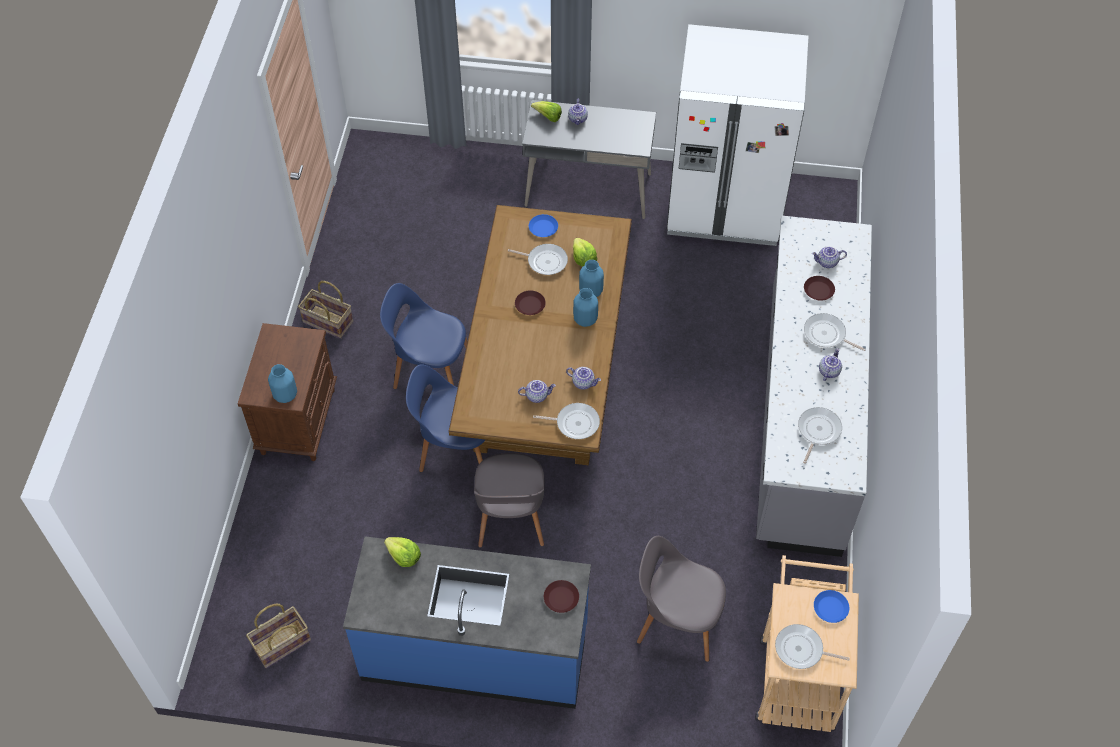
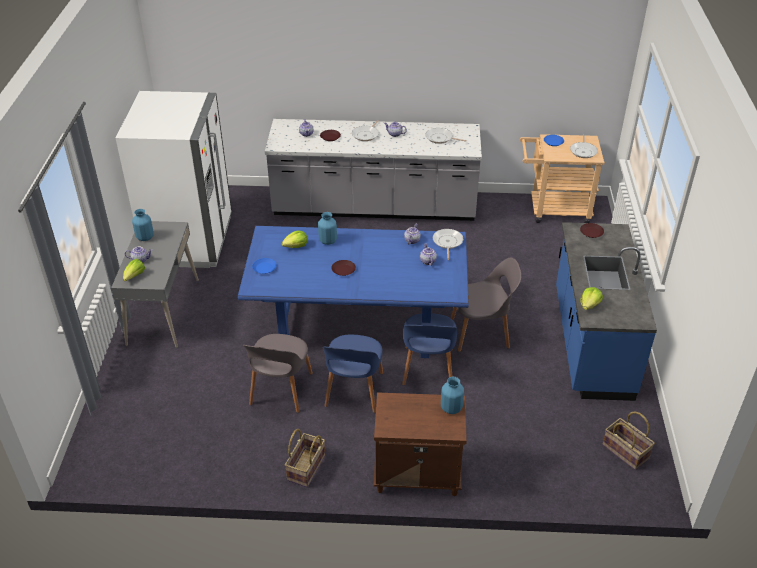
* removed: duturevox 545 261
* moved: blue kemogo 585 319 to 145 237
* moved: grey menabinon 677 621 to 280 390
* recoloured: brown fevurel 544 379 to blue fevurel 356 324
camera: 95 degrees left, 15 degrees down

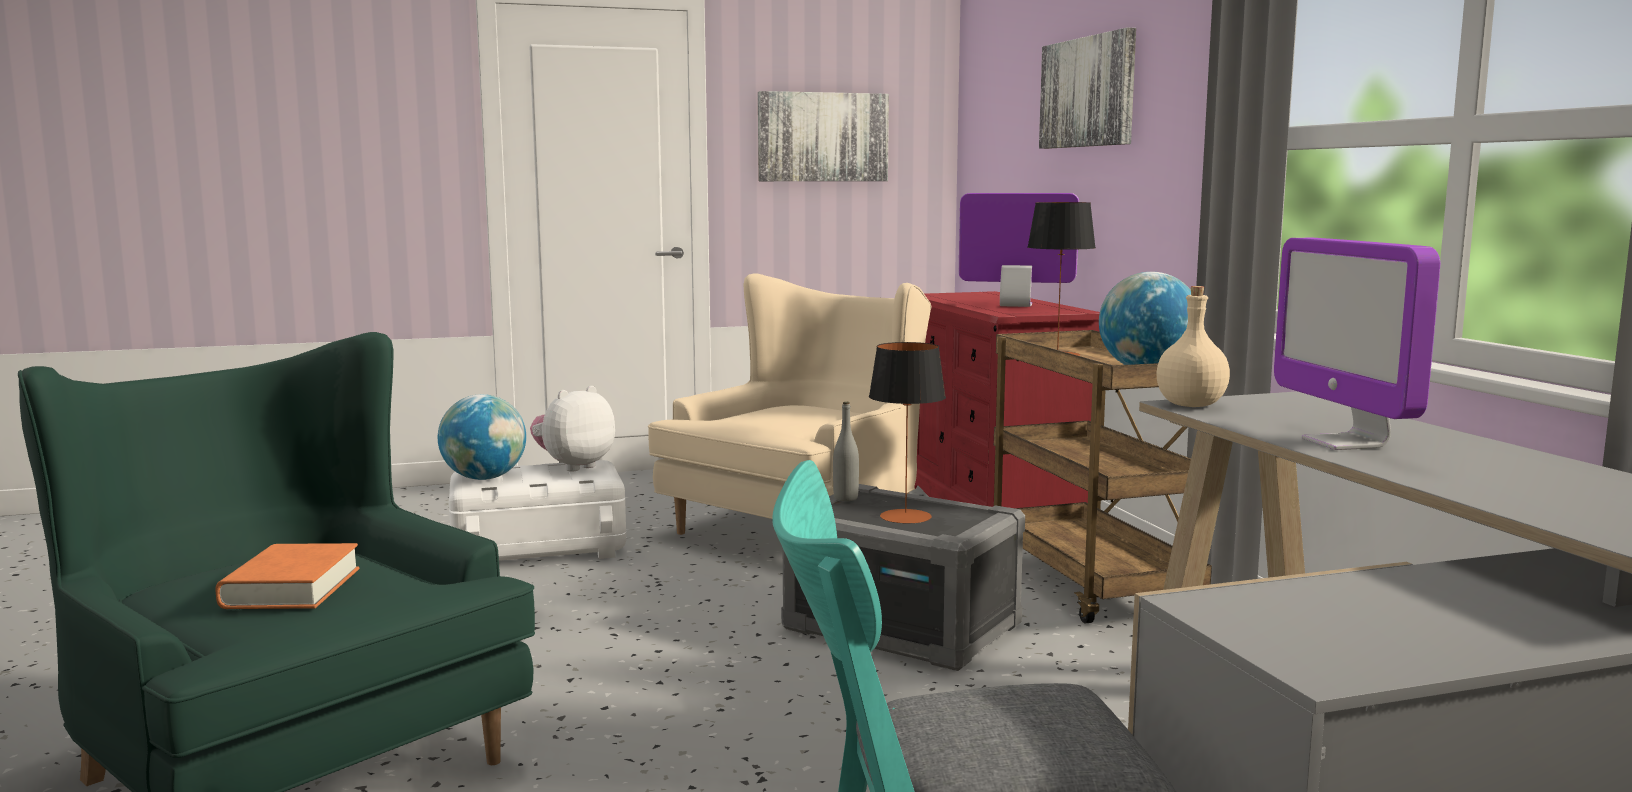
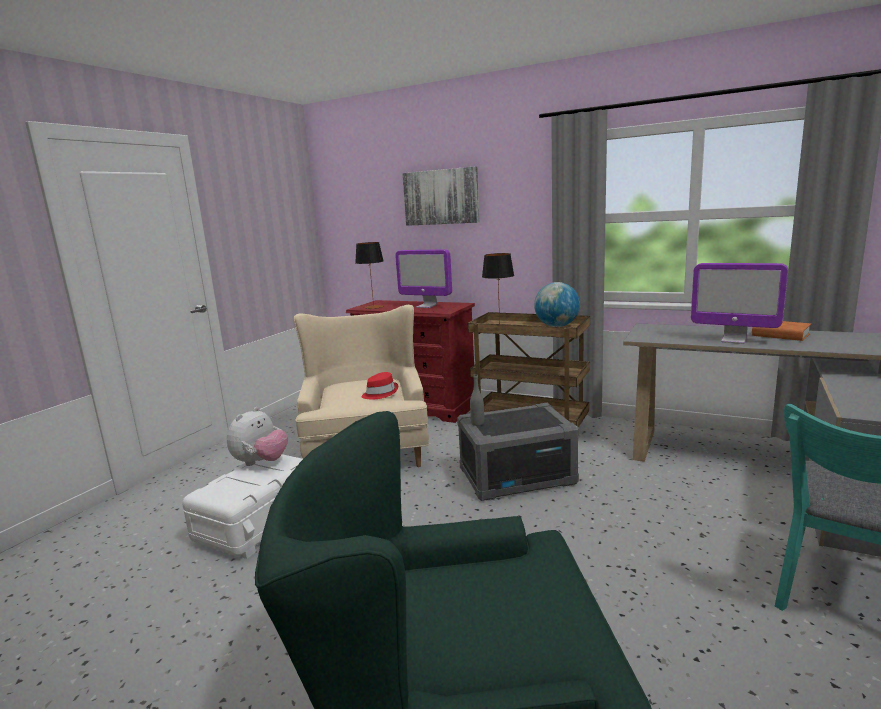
* removed: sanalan 484 478
* removed: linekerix 822 137
* removed: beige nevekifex 1189 405
* added: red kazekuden 380 393
* moved: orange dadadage 291 588 to 780 335
* moved: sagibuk 905 516 to 373 307
* turned: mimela 573 466 = 261 462 150 degrees counterclockwise
* turned: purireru 1016 305 = 426 306 120 degrees counterclockwise
camera: 45 degrees left, 5 degrees up

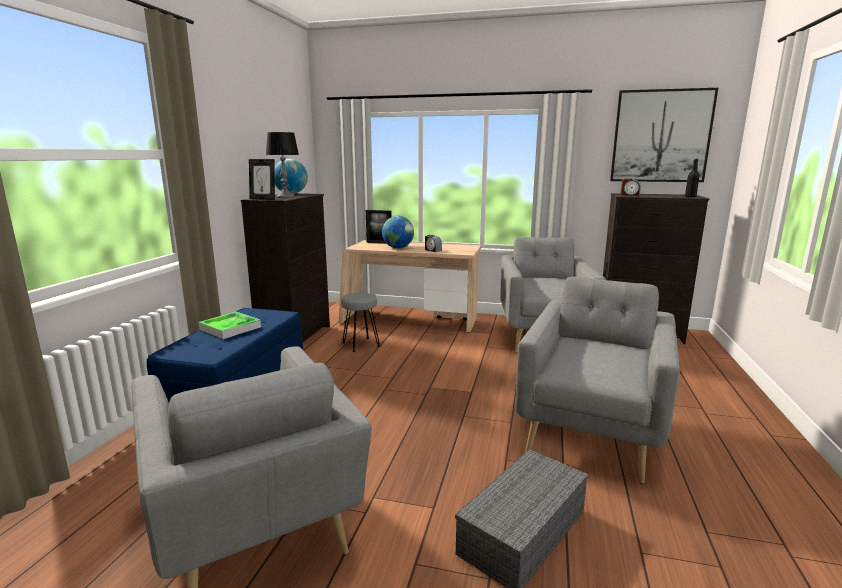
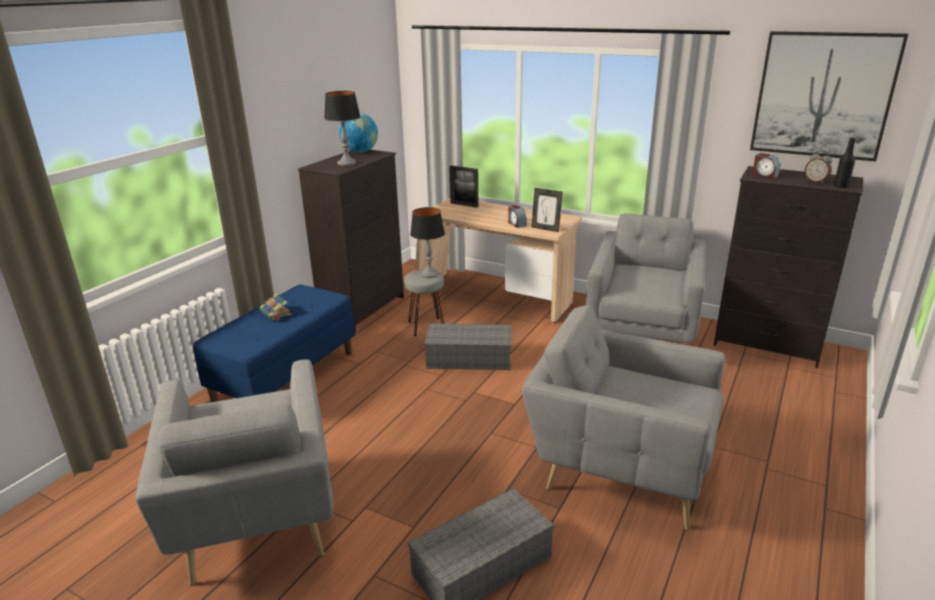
* removed: sanalan 398 248
* added: sagibuk 429 274
* added: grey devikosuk 468 359
* added: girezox 815 181
* moved: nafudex 263 199 to 546 229
* replaced: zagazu 230 328 to dadadage 276 313
* turned: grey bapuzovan 592 430 = 618 469 105 degrees counterclockwise
camera: 15 degrees right, 10 degrees up

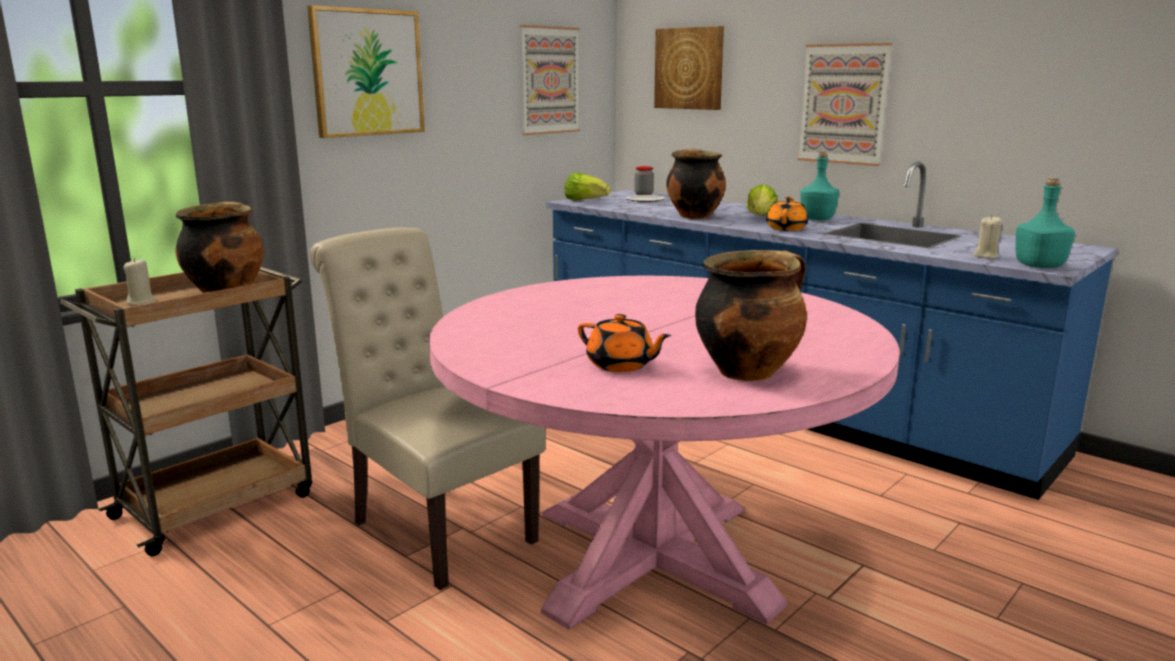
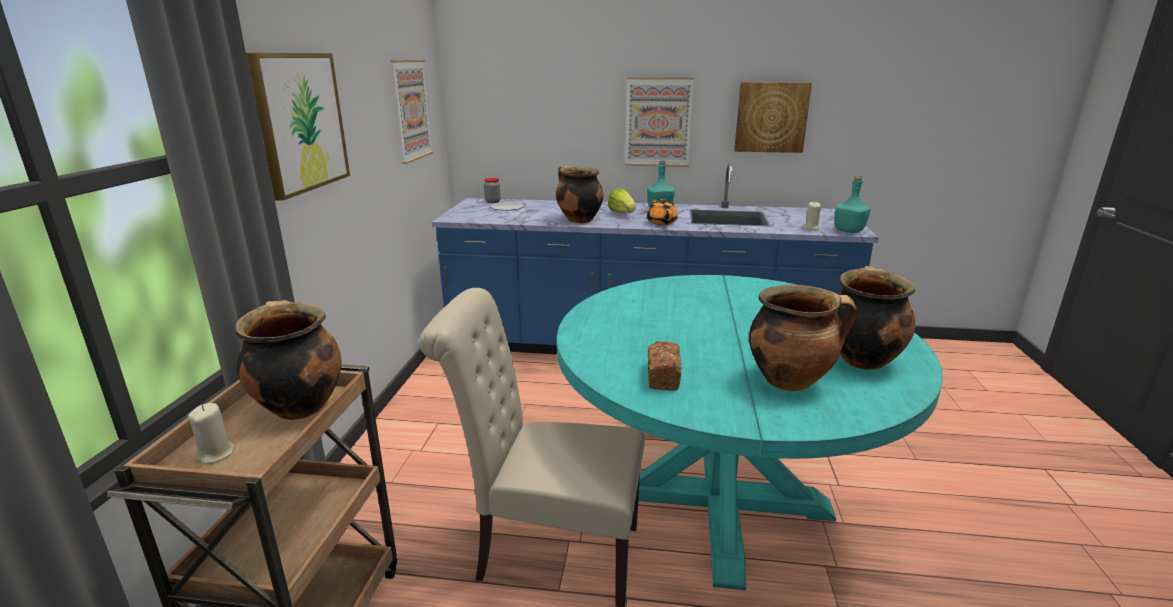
* removed: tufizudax 585 201
* added: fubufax 662 376
* moved: linekerix 689 68 to 771 117
* replaced: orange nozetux 621 365 to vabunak 790 380
* recoloured: pink fevurel 653 556 to turquoise fevurel 720 501
camera: 35 degrees left, 5 degrees up

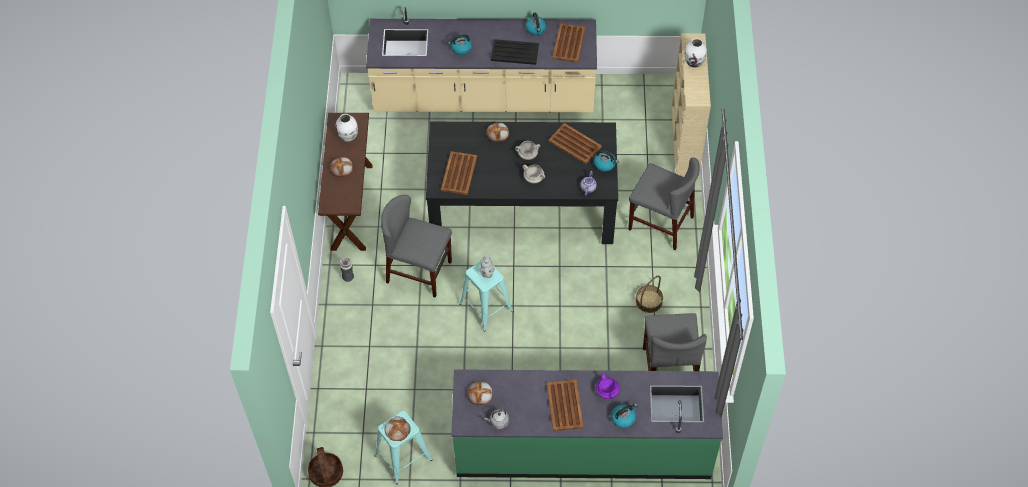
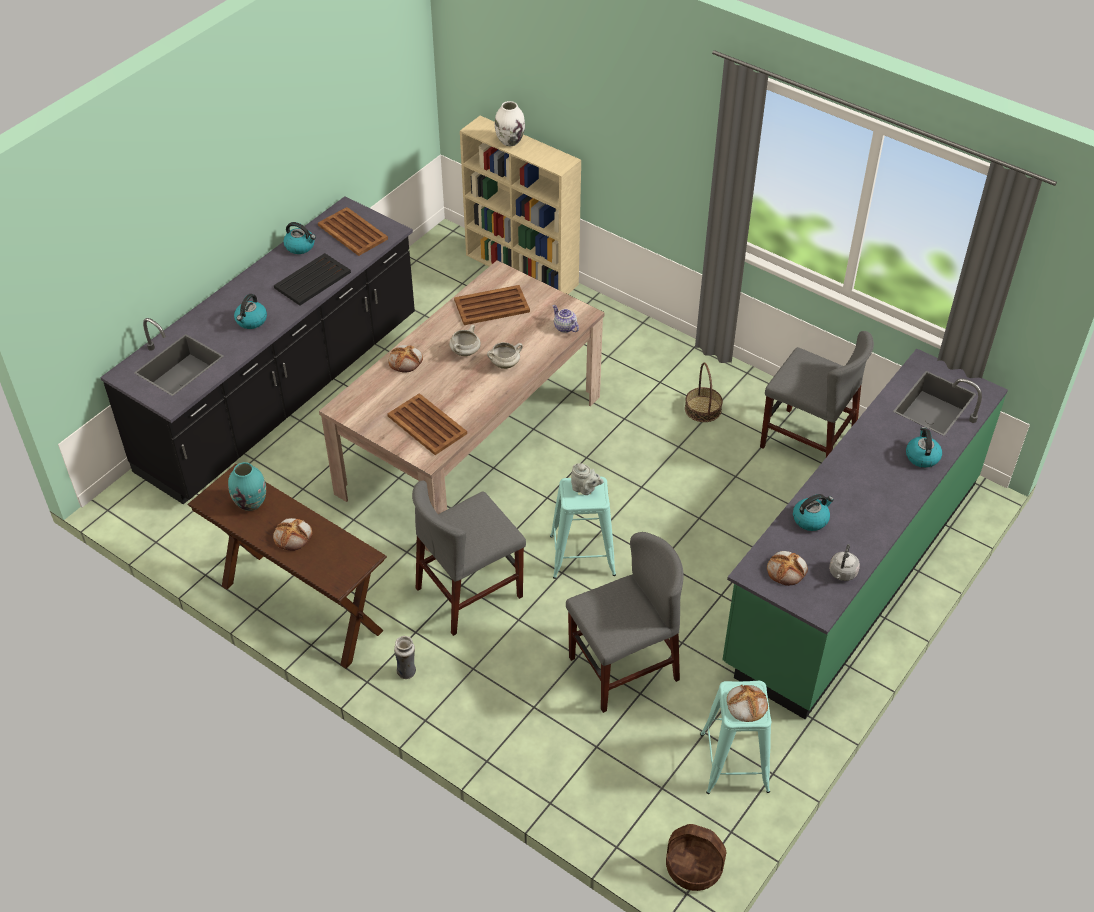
* removed: brown zagazu 565 405
* removed: purple vabunak 607 392
* moved: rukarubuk 605 164 to 810 519
* moved: grey menabinon 660 223 to 623 668
* recoloured: white kemogo 348 137 to turquoise kemogo 251 503
* recoloured: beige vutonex 484 98 to black vutonex 282 394
* recoloured: black fevurel 522 206 to beige fevurel 471 444
camera: 55 degrees left, 10 degrees down

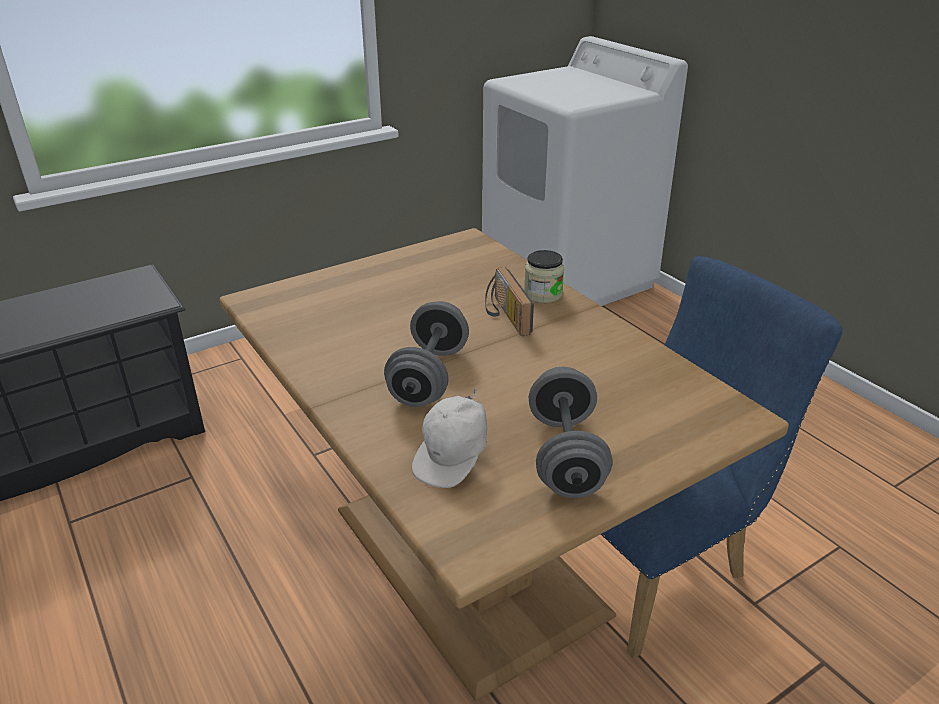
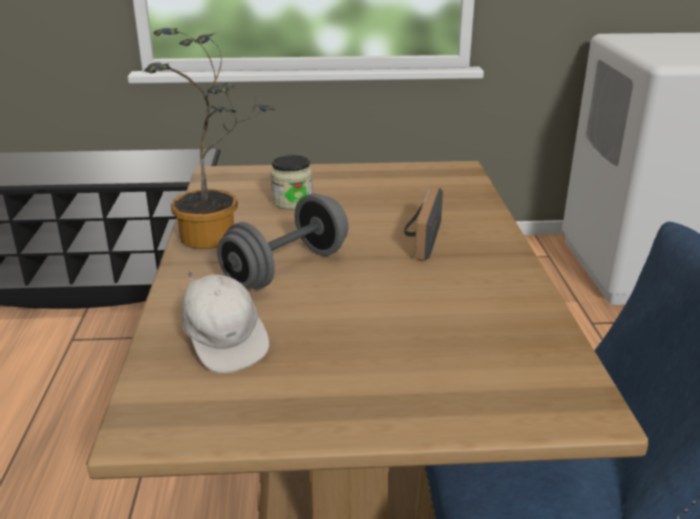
* removed: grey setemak 565 456
* added: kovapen 216 237
* moved: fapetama 543 294 to 292 201
* turned: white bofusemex 453 459 = 225 342 90 degrees counterclockwise
camera: 30 degrees right, 5 degrees down

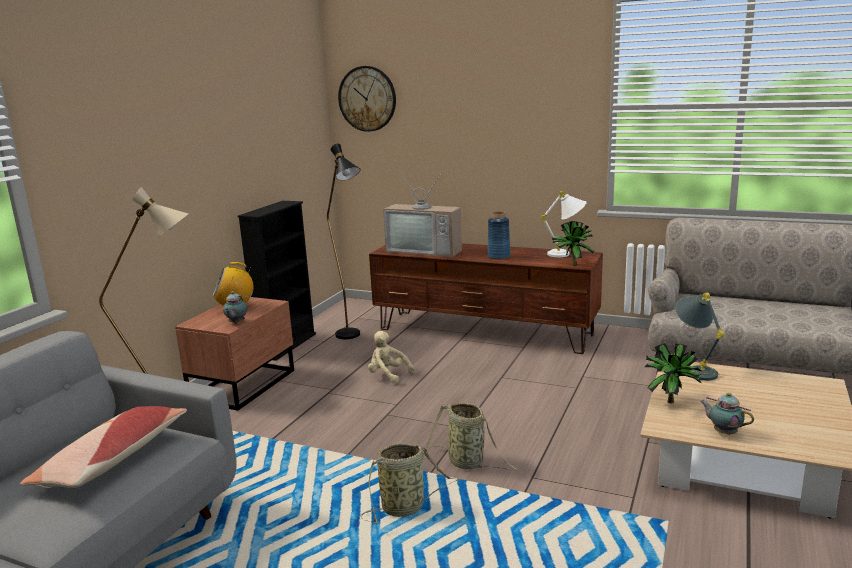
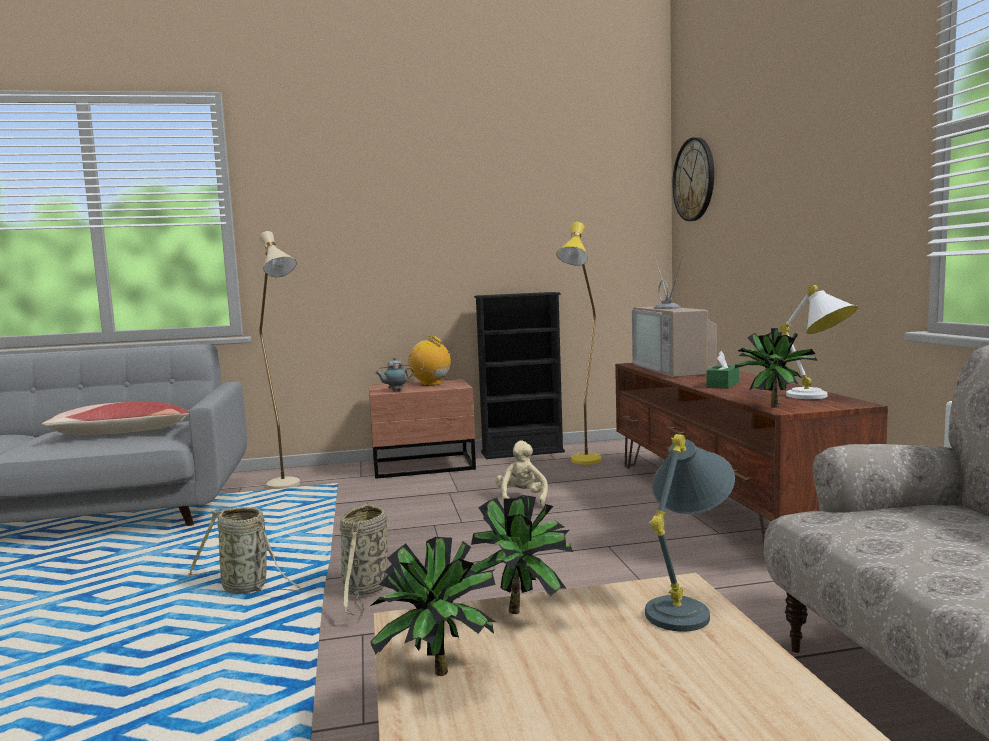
* replaced: blue kemogo 499 256 to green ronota 722 385
* replaced: nozetux 723 432 to kovapen 439 678
* recoloured: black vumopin 352 337 to yellow vumopin 584 463
camera: 55 degrees right, 10 degrees down

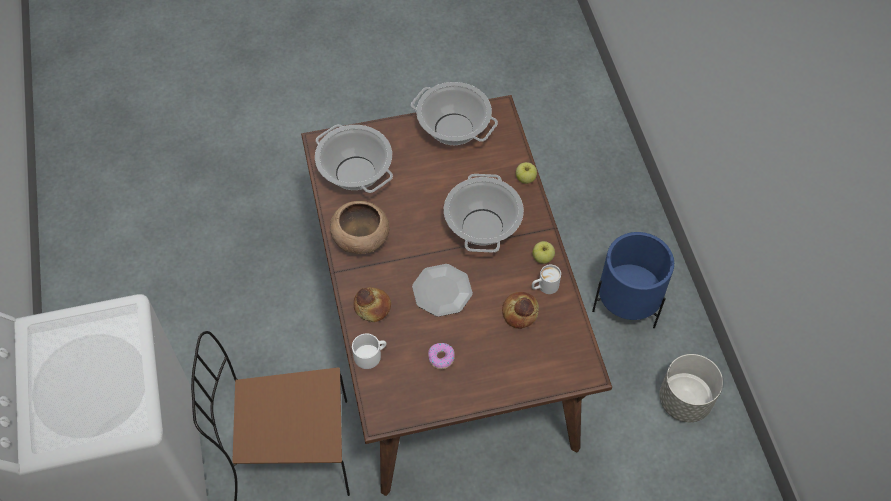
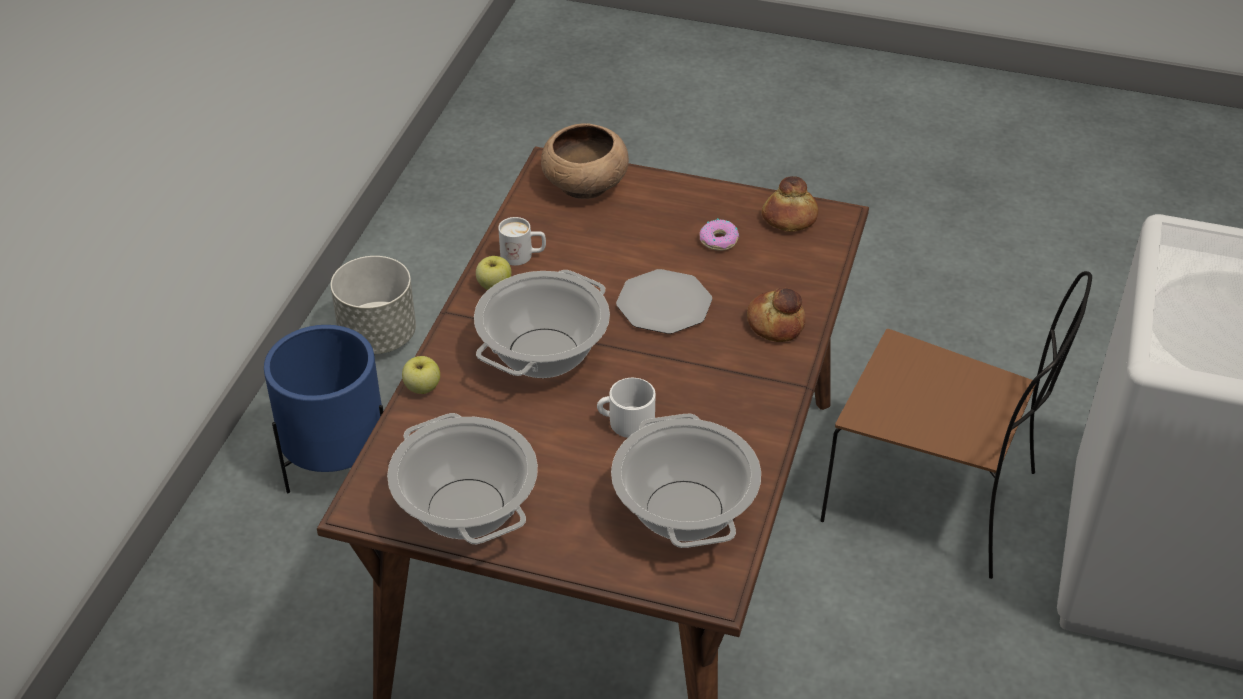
* moved: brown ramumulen 361 238 to 584 185
* moved: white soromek 370 355 to 625 421
* moved: fubufax 520 313 to 789 218
camera: 150 degrees left, 15 degrees down

